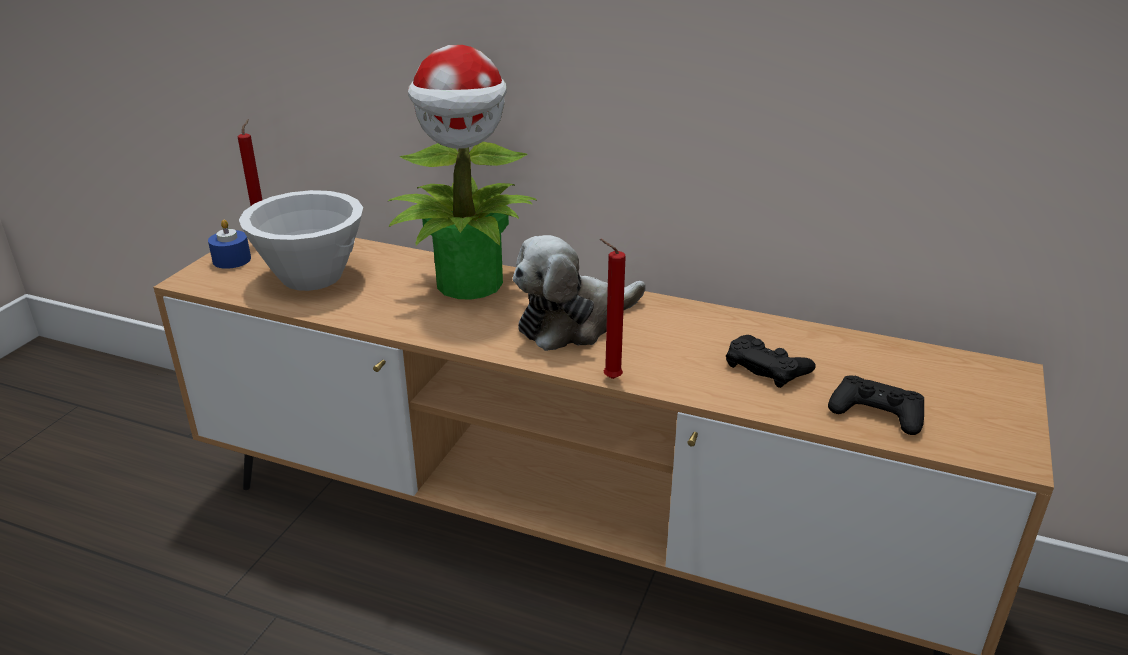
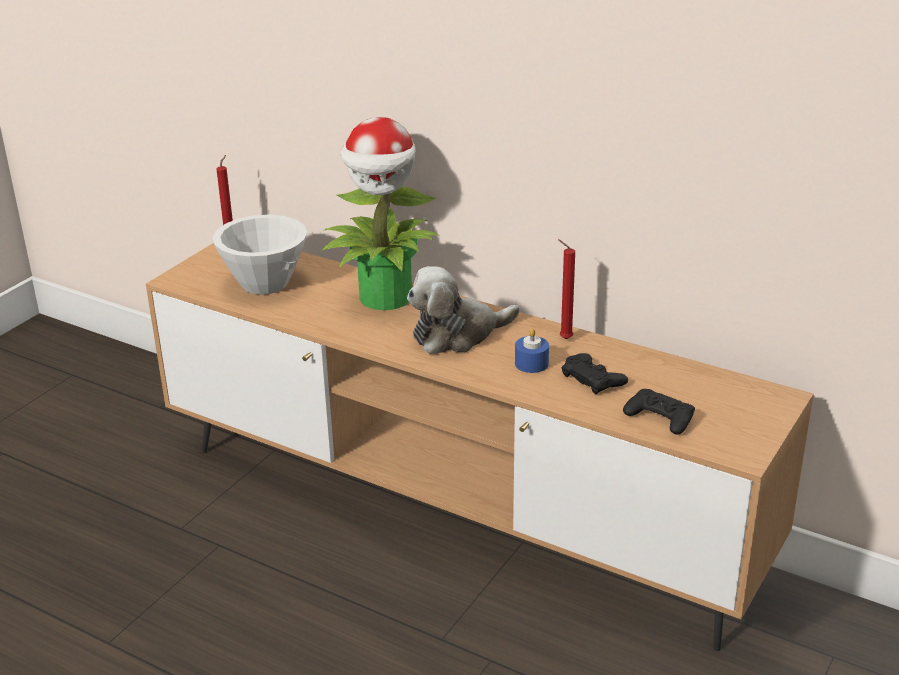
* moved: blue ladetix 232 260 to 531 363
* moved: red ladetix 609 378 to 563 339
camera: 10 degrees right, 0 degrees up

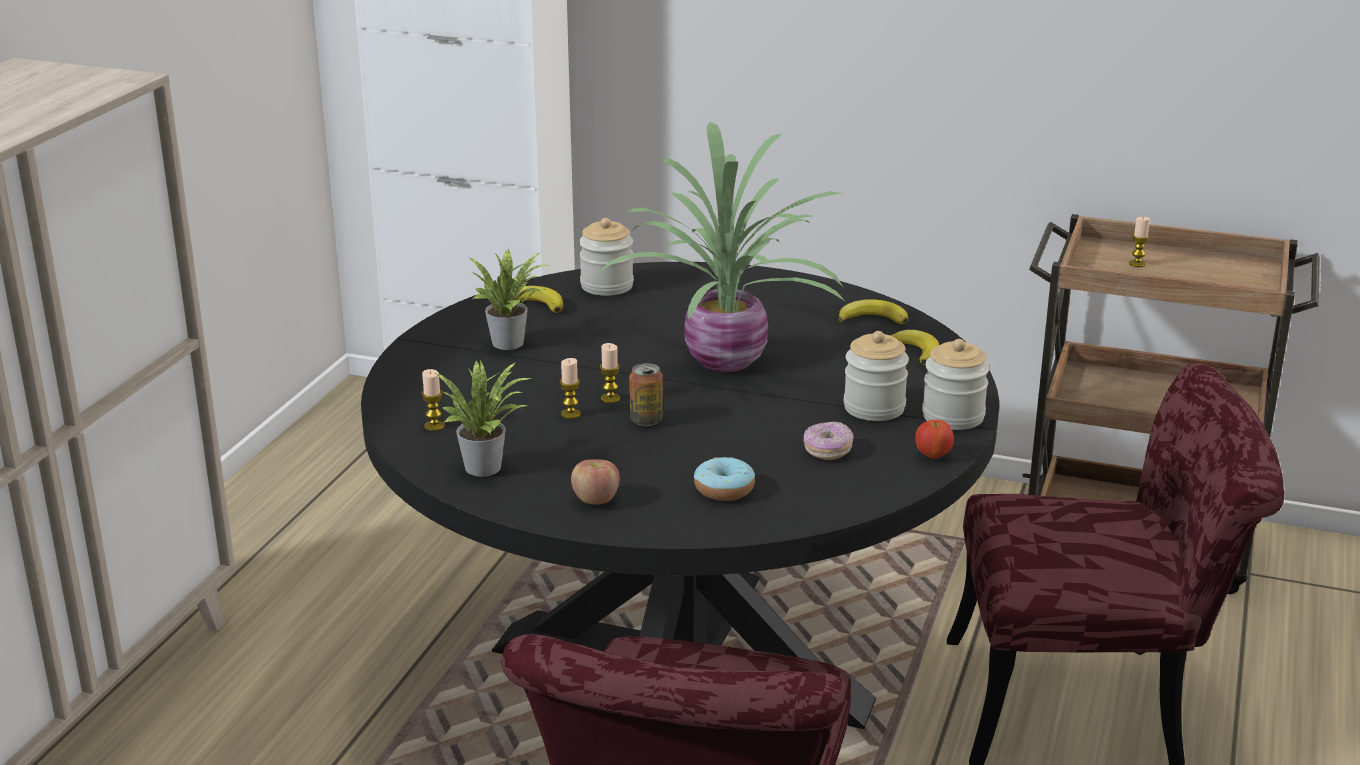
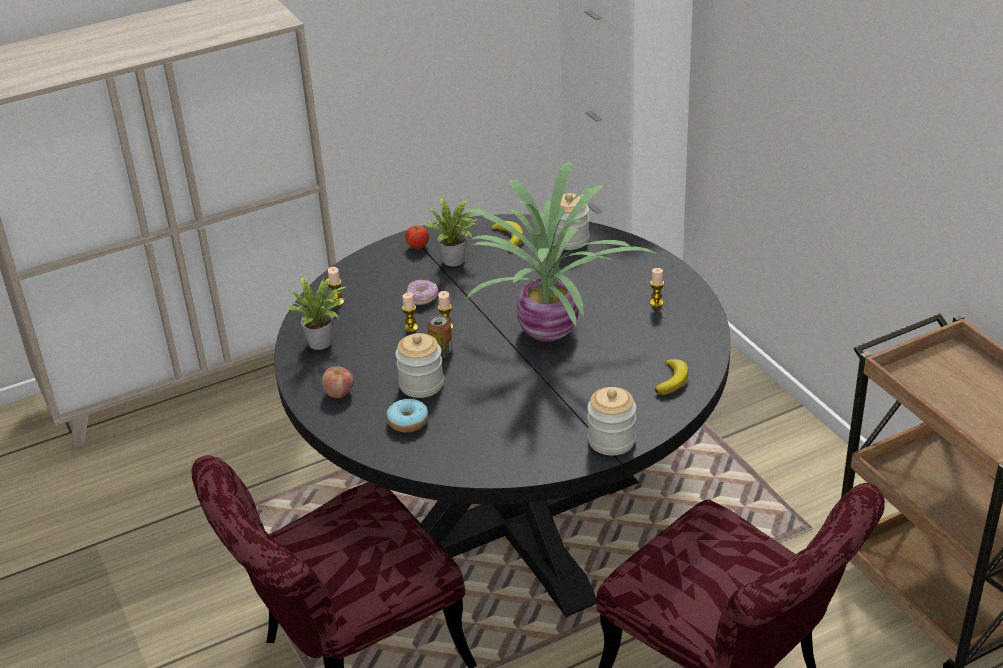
* removed: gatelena 872 318
* moved: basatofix 827 451 to 422 298
* moved: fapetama 874 408 to 421 384
* moved: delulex 933 455 to 418 247
* moved: ladetix 1137 264 to 656 303
camera: 45 degrees right, 10 degrees up

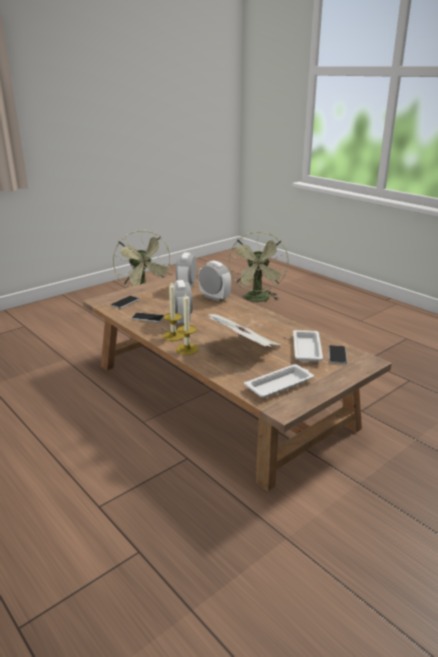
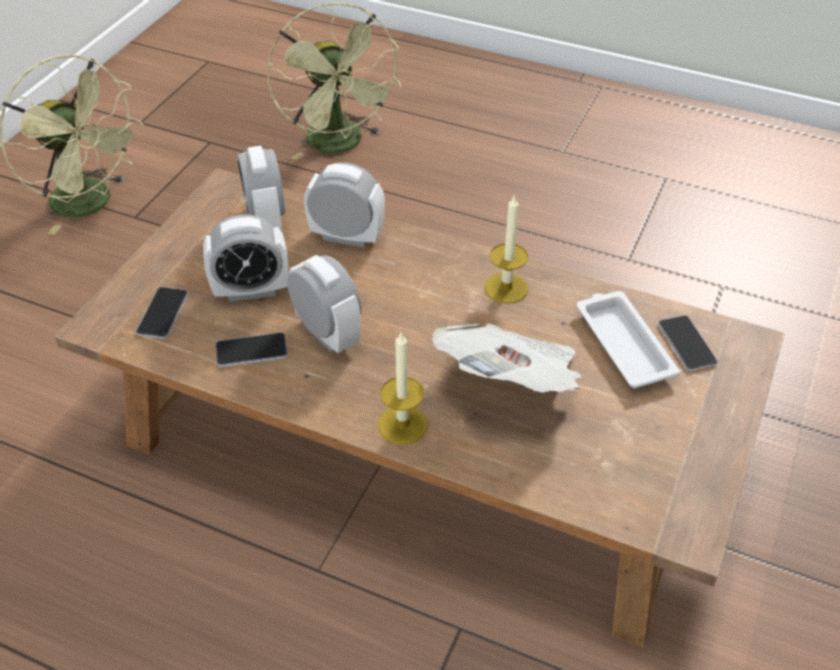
* removed: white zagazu 280 384
* added: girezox 251 290
* moved: ladetix 173 336 to 506 288
camera: 25 degrees left, 20 degrees up

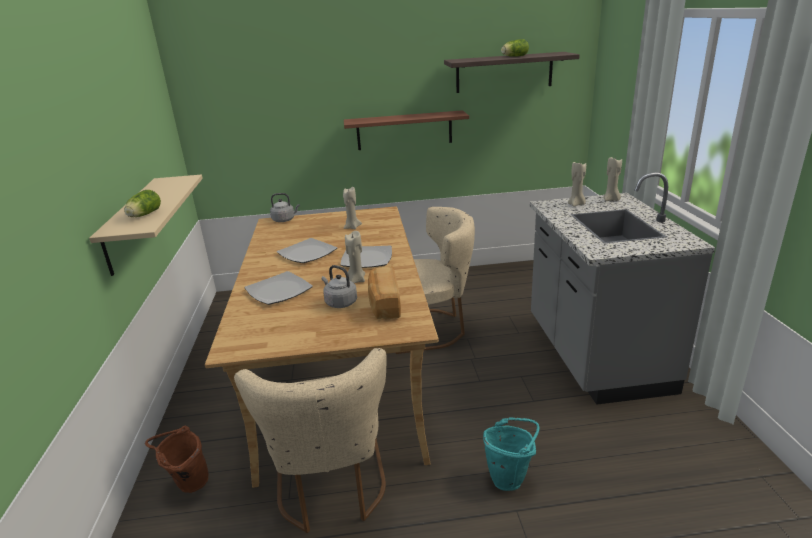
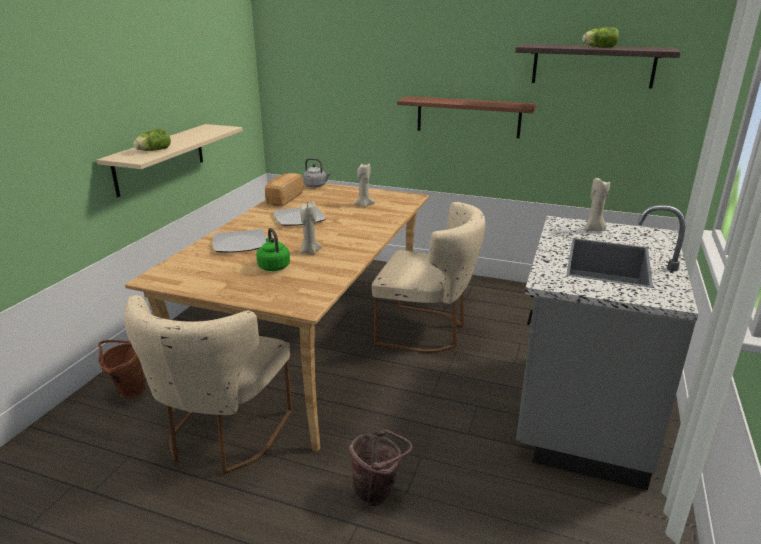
* removed: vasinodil 367 259
* removed: beige ladetix 611 200
* moved: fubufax 384 305 to 284 199
* recoloured: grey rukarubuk 339 302 to green rukarubuk 273 266
* recoloured: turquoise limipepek 510 477 to brown limipepek 378 493
camera: 25 degrees right, 0 degrees up

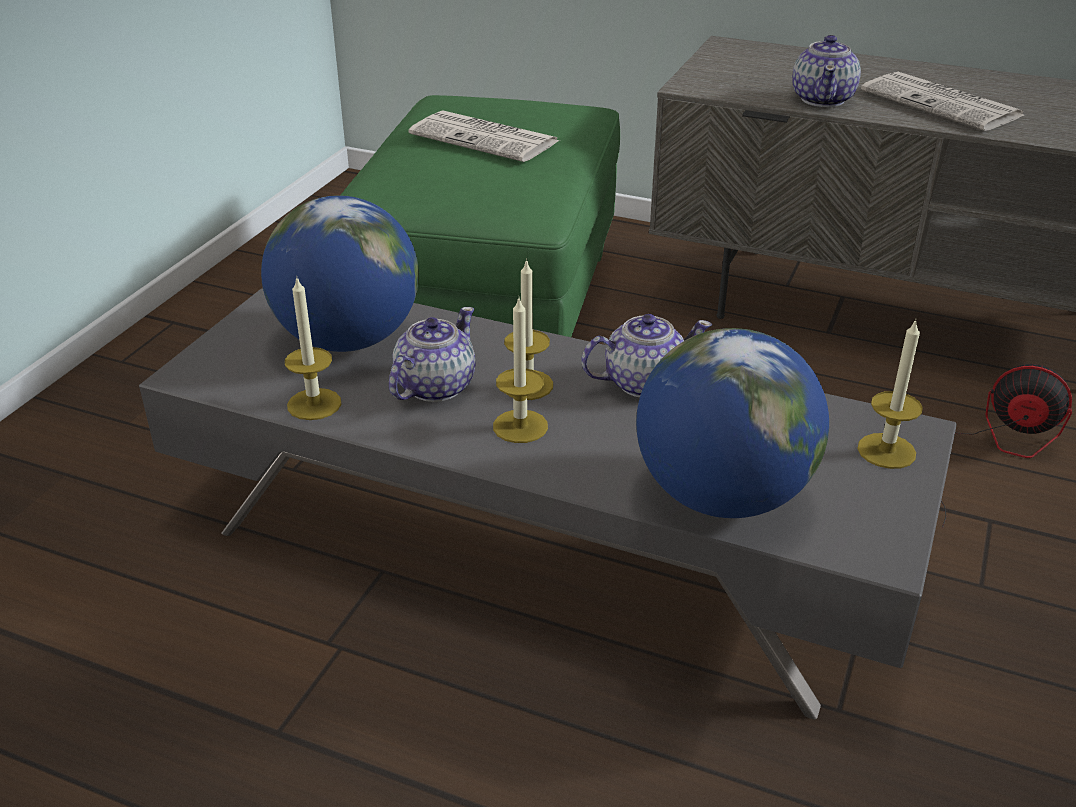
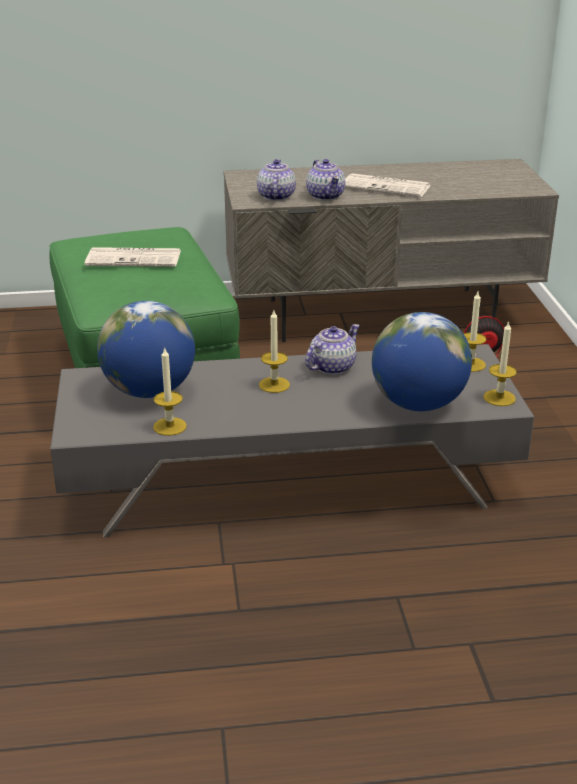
* moved: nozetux 434 387 to 275 196
* moved: ladetix 520 426 to 499 398
camera: 30 degrees left, 5 degrees down

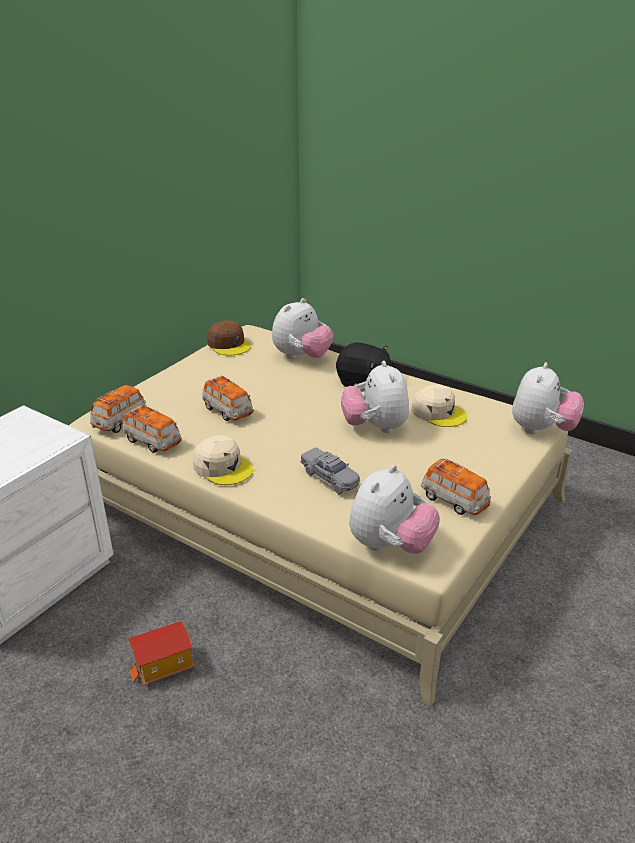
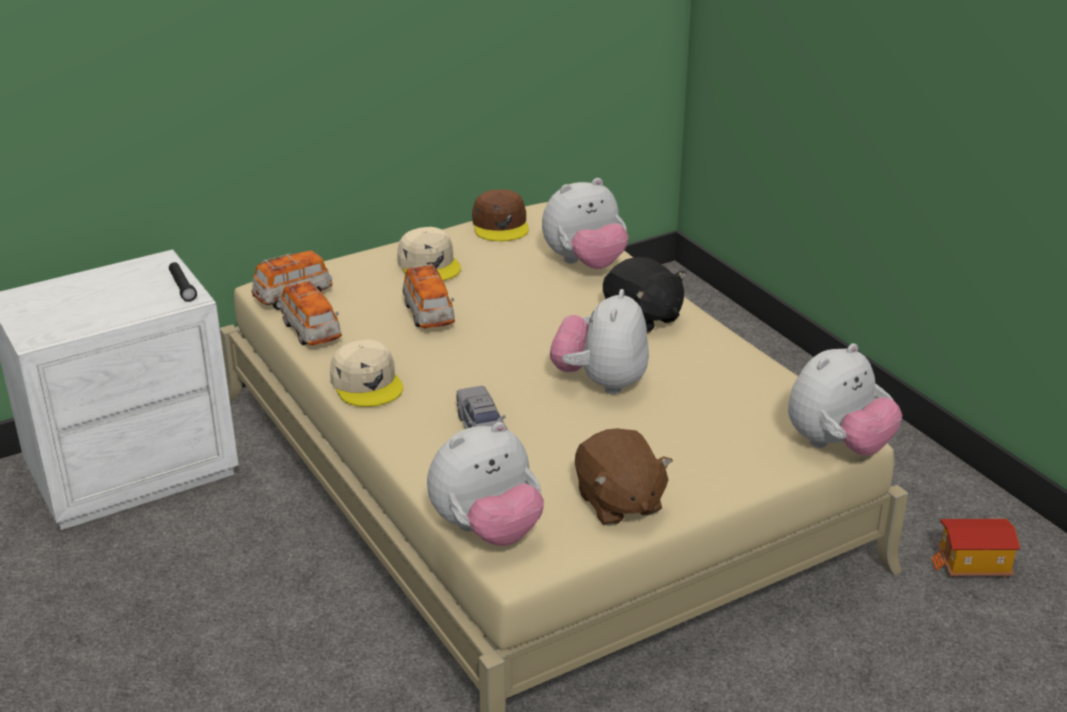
* added: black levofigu 182 287
* moved: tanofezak 164 666 to 973 566
* moved: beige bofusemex 438 413 to 429 264
* replaced: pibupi 454 501 to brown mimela 618 502
camera: 25 degrees right, 0 degrees up

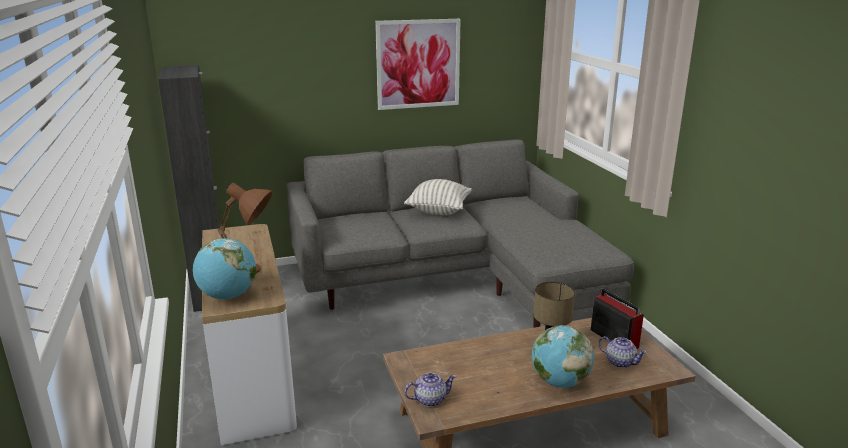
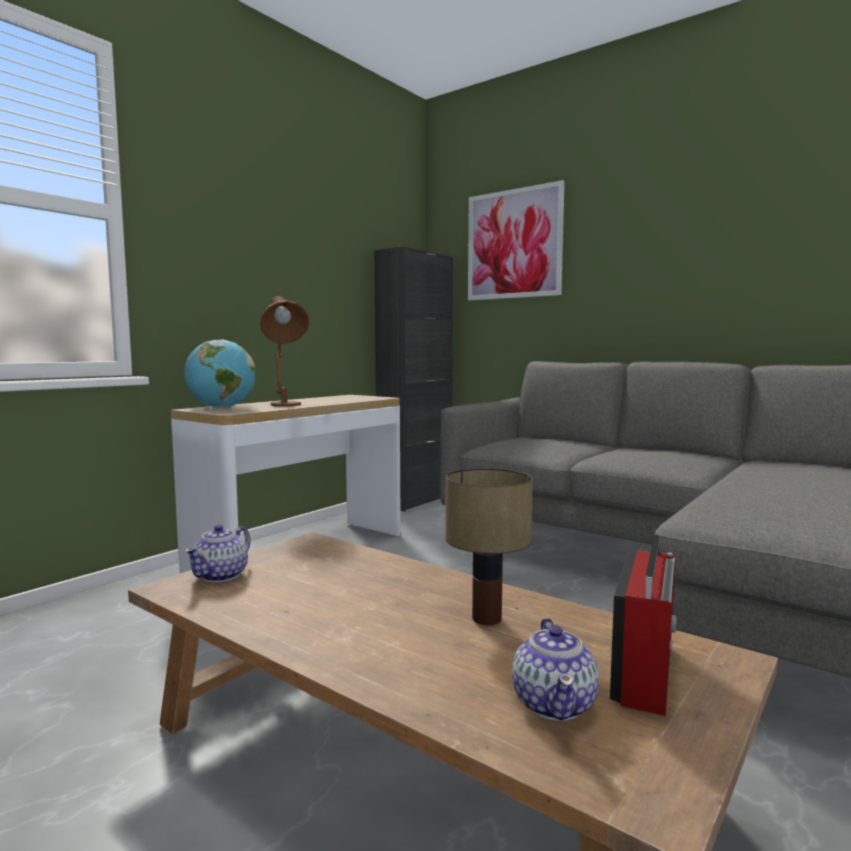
* removed: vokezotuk 438 211
* removed: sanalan 559 382
* moved: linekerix 418 64 to 514 244
* turned: nozetux 429 400 = 221 575 75 degrees clockwise
camera: 55 degrees right, 15 degrees down

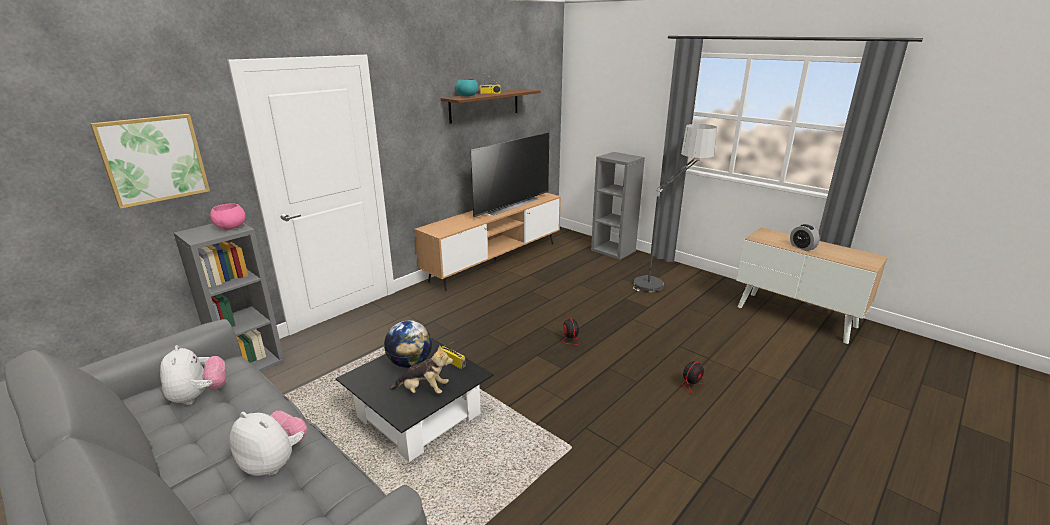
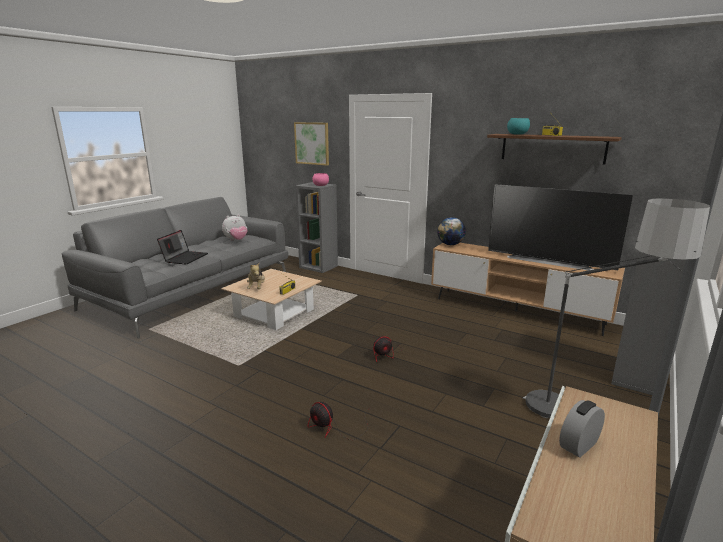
* moved: sanalan 410 363 to 450 244
* replaced: mimela 275 462 to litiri 185 258
* recoloured: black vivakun 419 416 to beige vivakun 274 313
camera: 80 degrees right, 5 degrees down

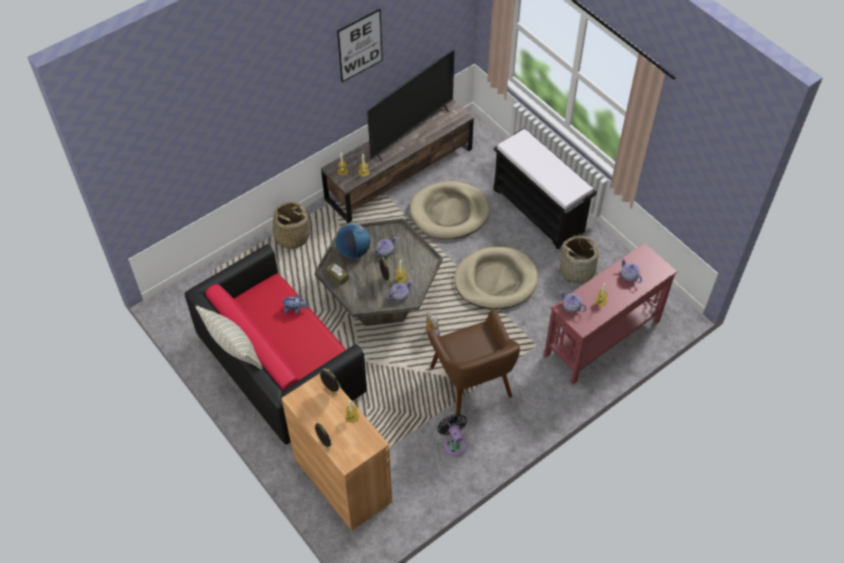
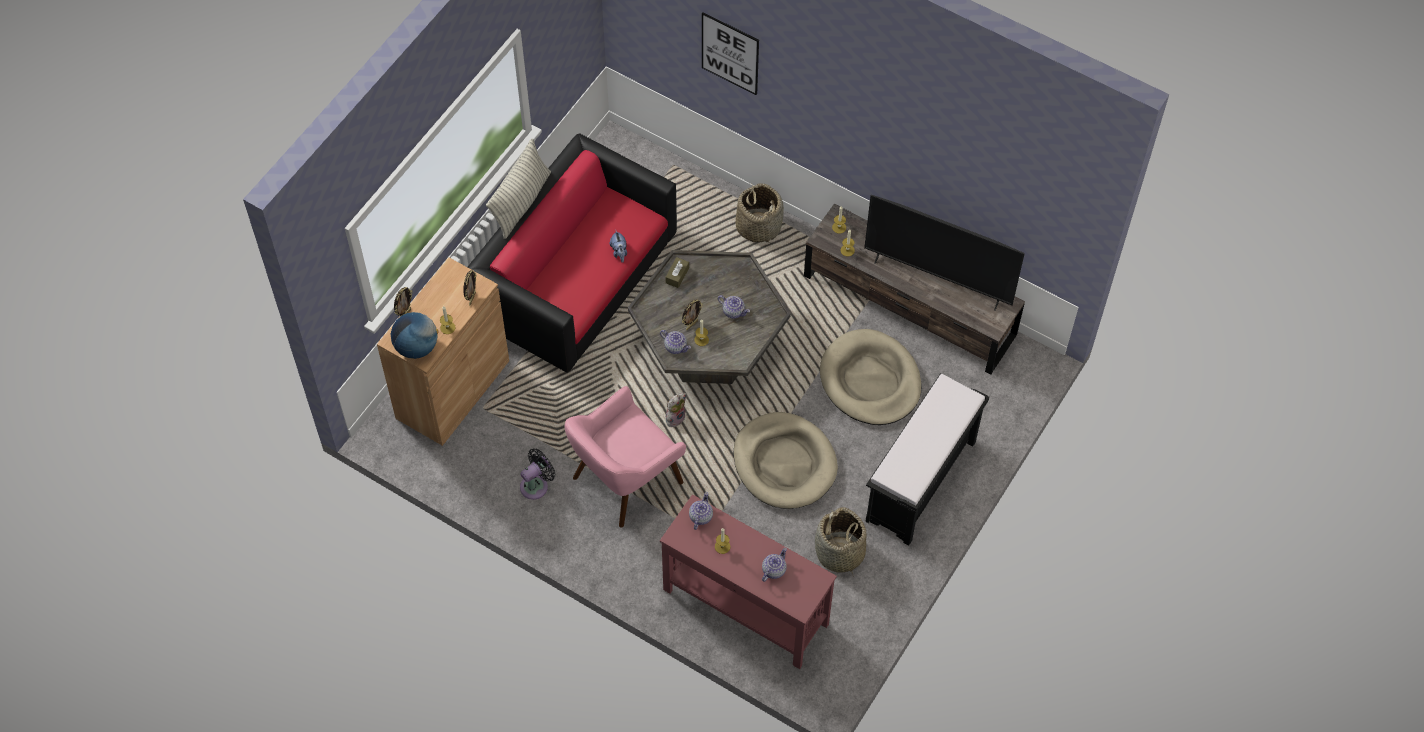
* moved: sanalan 354 251 to 416 347
* moved: linekerix 360 45 to 730 53
* recoloured: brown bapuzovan 472 382 to pink bapuzovan 625 480
camera: 70 degrees right, 5 degrees up

